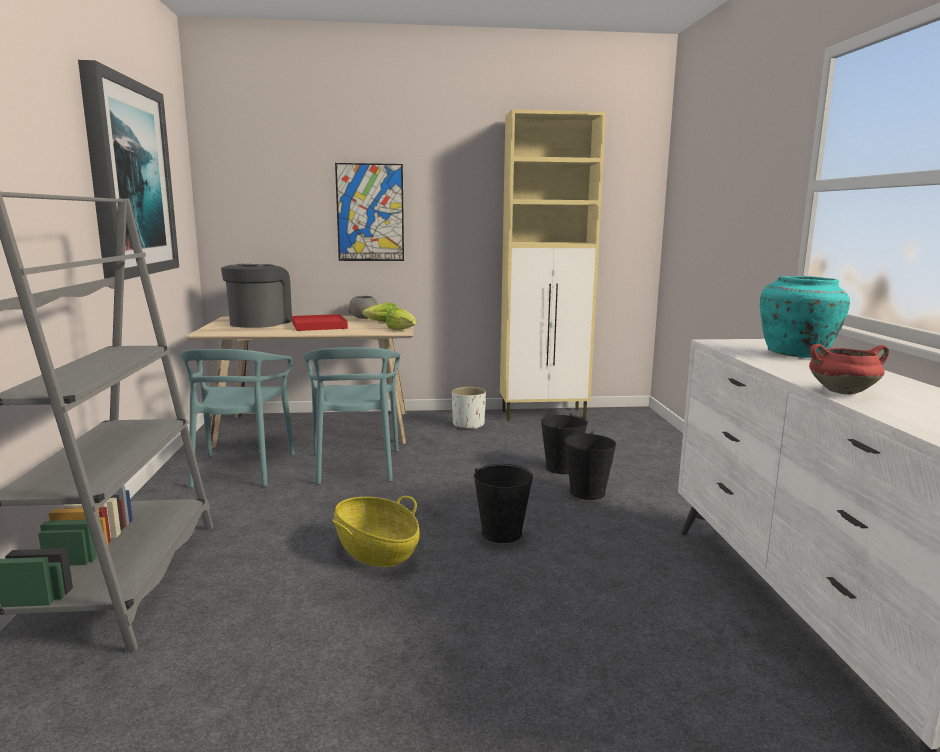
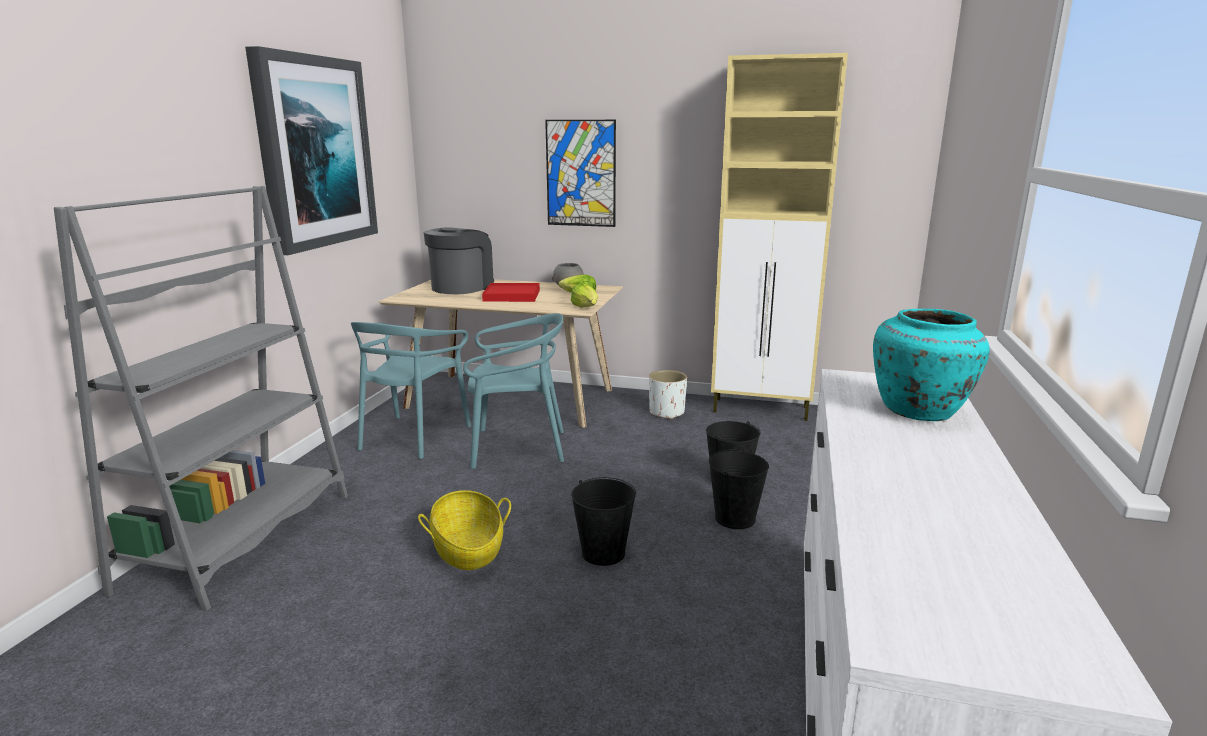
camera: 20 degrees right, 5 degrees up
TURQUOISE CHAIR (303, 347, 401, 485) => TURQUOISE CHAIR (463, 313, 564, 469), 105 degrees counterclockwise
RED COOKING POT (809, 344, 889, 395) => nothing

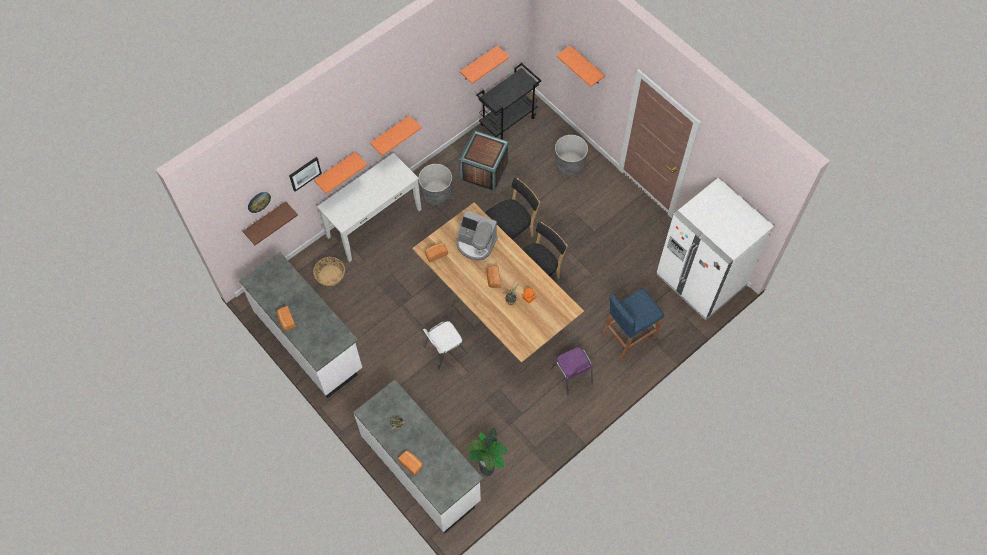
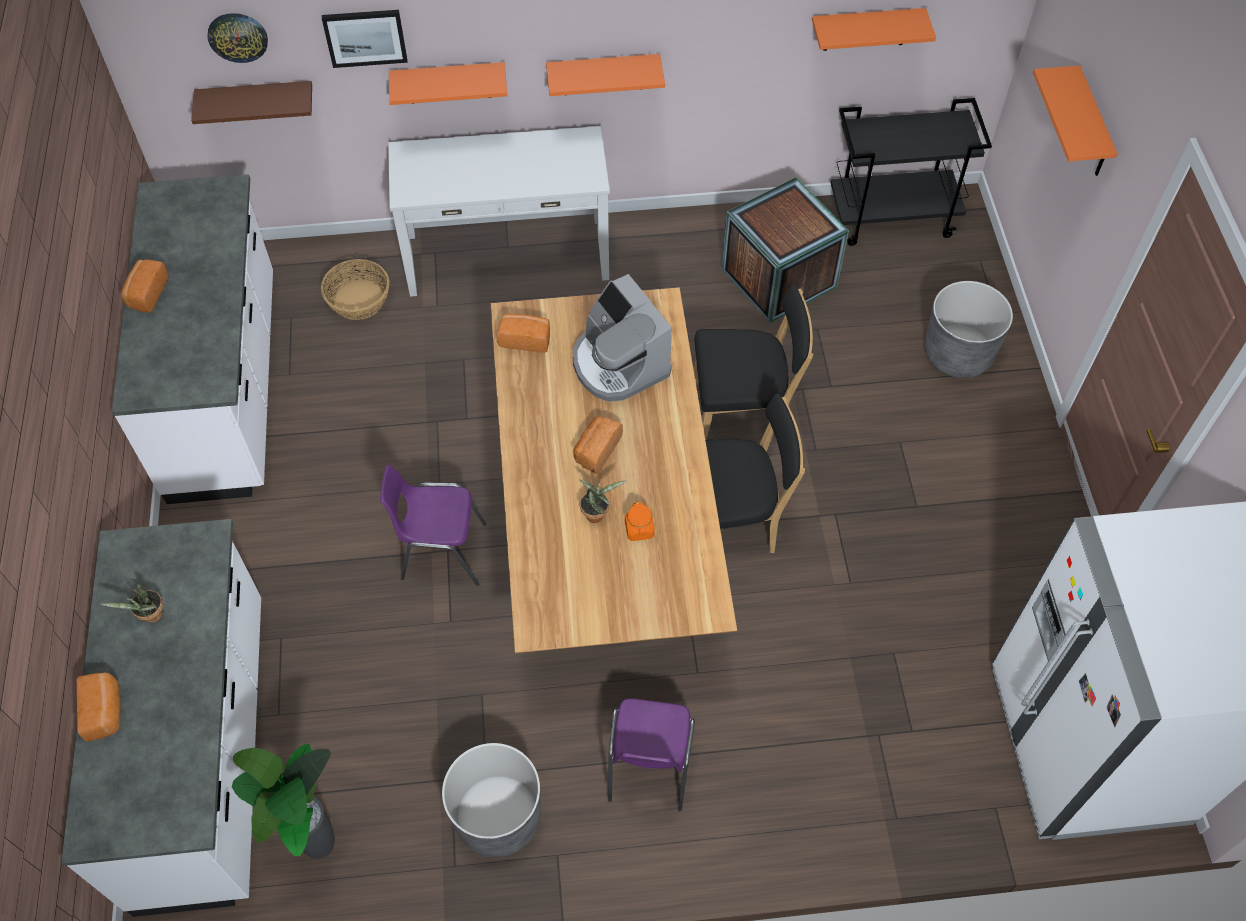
camera: 35 degrees right, 5 degrees down
GREY PLANTER (419, 164, 452, 205) => GREY PLANTER (442, 743, 541, 857), moved
WHITE CHAIR (423, 321, 468, 369) => PURPLE CHAIR (380, 465, 487, 586)
BLUE STOOL (601, 288, 664, 360) => nothing

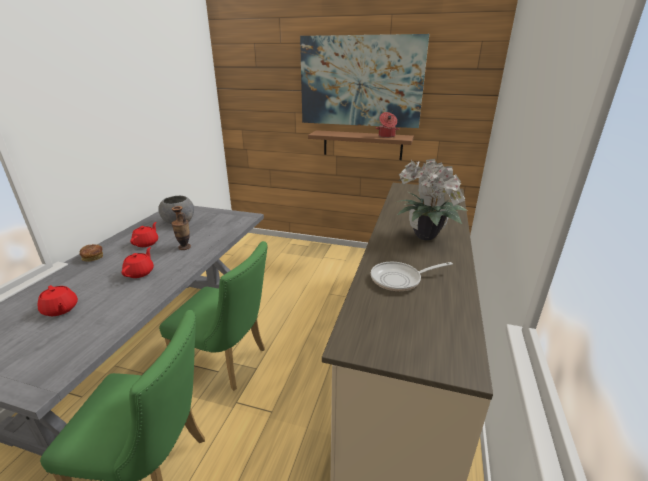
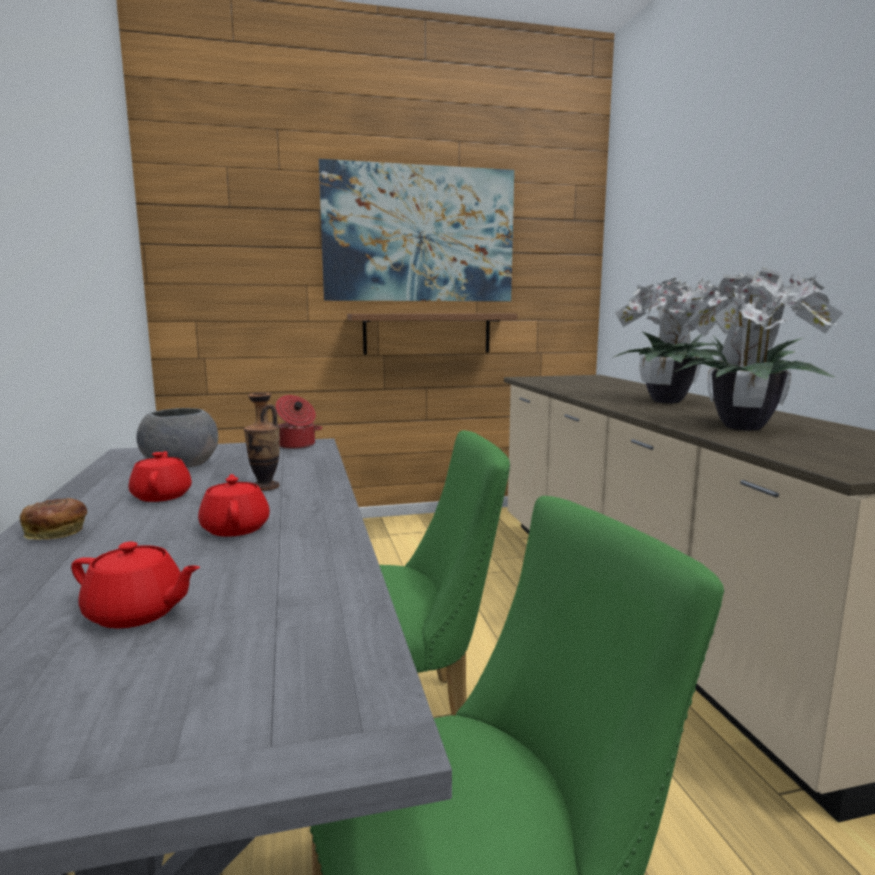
camera: 30 degrees left, 15 degrees down
FRYING PAN (371, 262, 453, 291) => POTTED PLANT (675, 267, 843, 430)
COOKING POT (375, 112, 399, 138) => COOKING POT (275, 395, 322, 449), moved

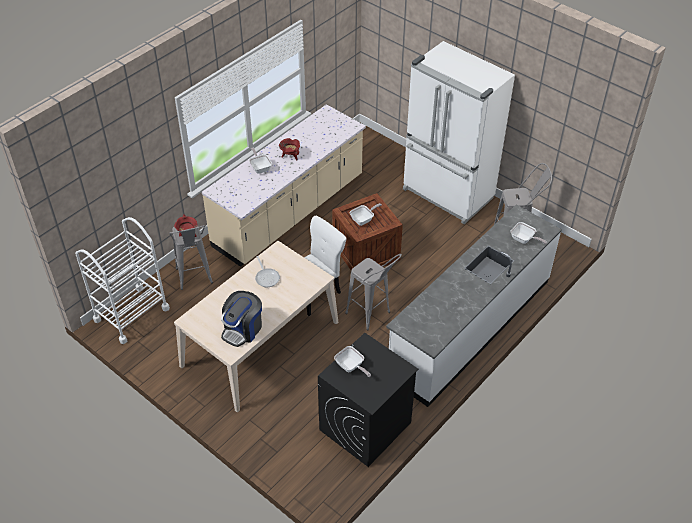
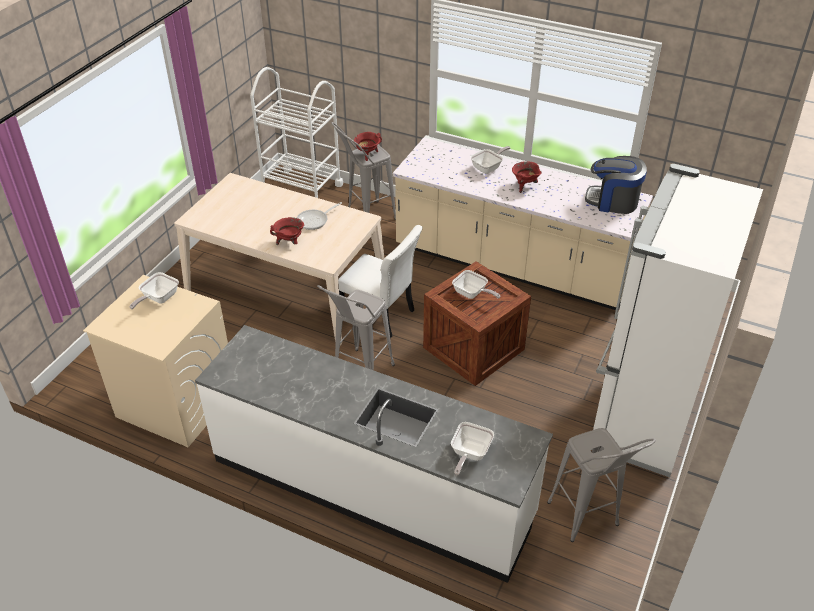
camera: 75 degrees right, 5 degrees down
COFFEE MACHINE (221, 291, 262, 347) => COFFEE MACHINE (585, 156, 647, 214), moved
BLACK WASHING MACHINE (318, 333, 418, 467) => BEIGE WASHING MACHINE (83, 275, 228, 447)
nothing => RED COOKING POT (270, 217, 304, 245)

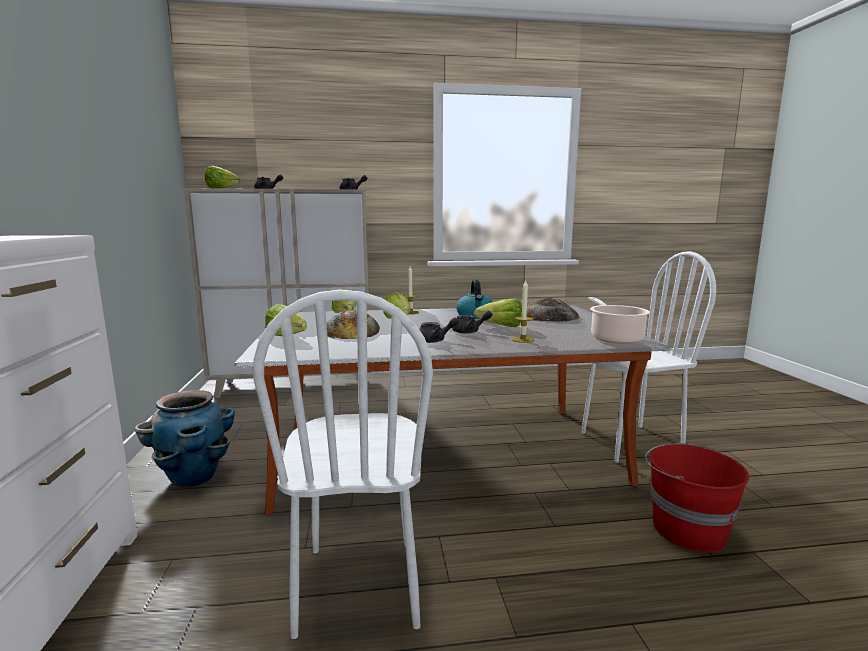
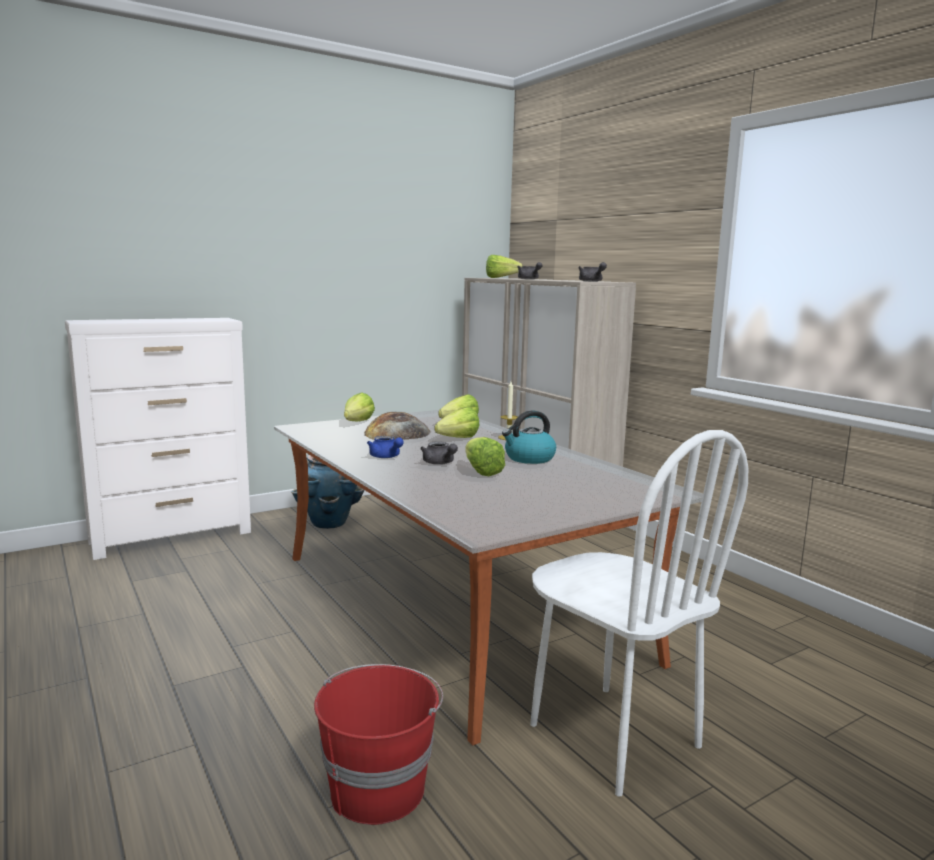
camera: 65 degrees right, 0 degrees up
WHITE CHAIR (253, 290, 433, 639) => nothing
GREY TEAPOT (419, 317, 459, 343) => BLUE TEAPOT (367, 436, 404, 458)
CANDLE (512, 279, 535, 343) => nothing
BREAD (527, 298, 580, 322) => nothing
COOKING POT (588, 297, 650, 344) => nothing

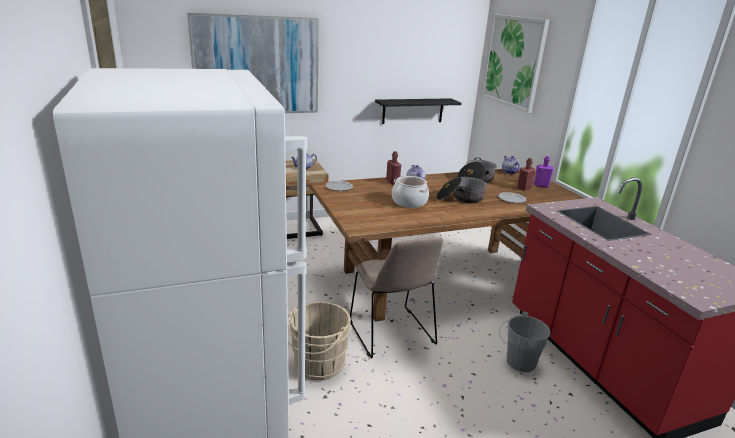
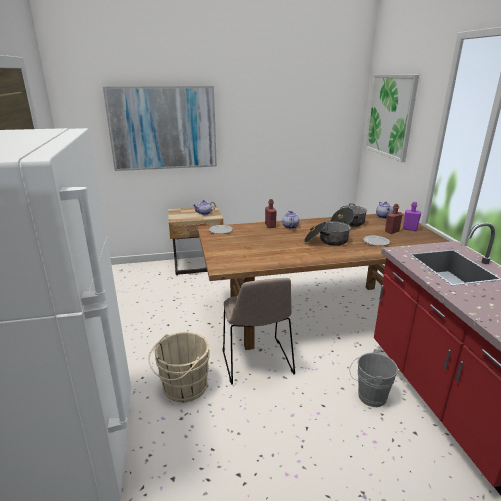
camera: 10 degrees right, 0 degrees up
BLACK SHELF (375, 98, 462, 124) => nothing
COOKING POT (392, 176, 429, 208) => nothing

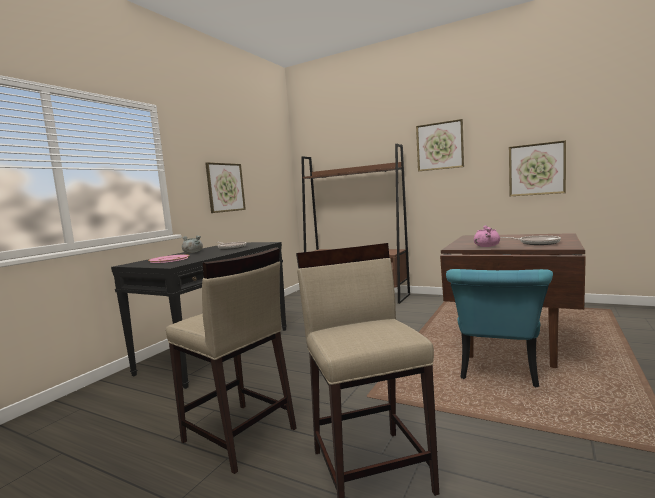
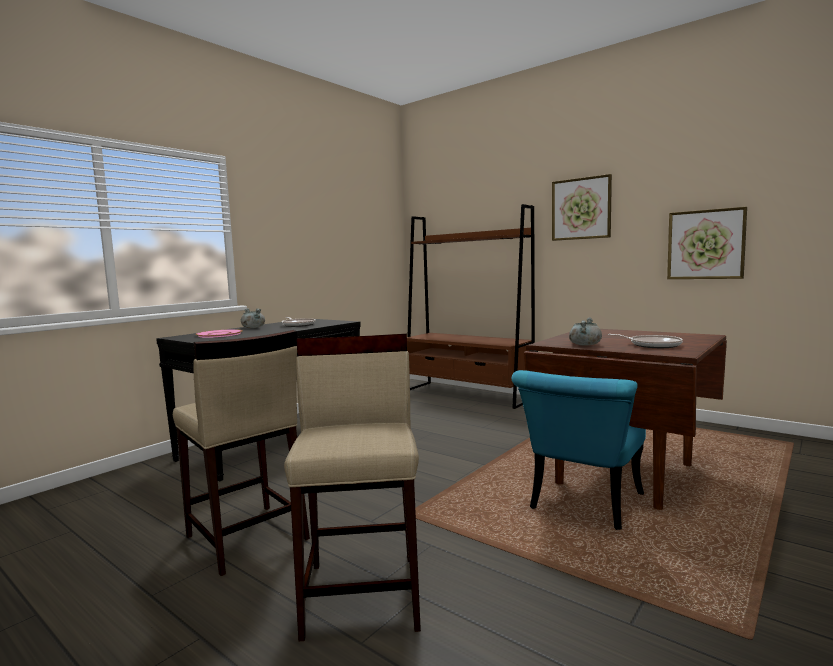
camera: 10 degrees right, 0 degrees up
PICTURE (205, 162, 246, 213) => nothing
PINK COOKING POT (474, 225, 500, 247) => GREY COOKING POT (569, 318, 602, 346)

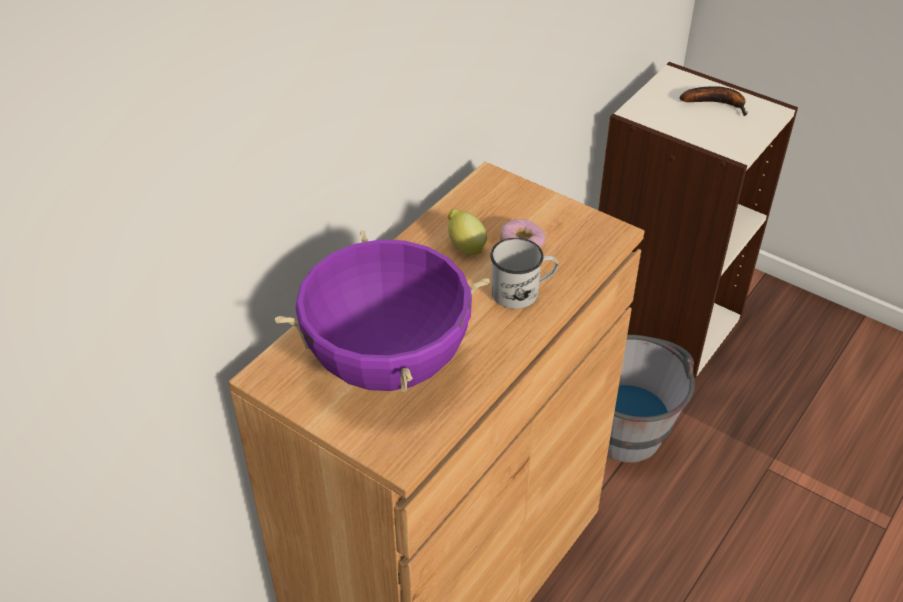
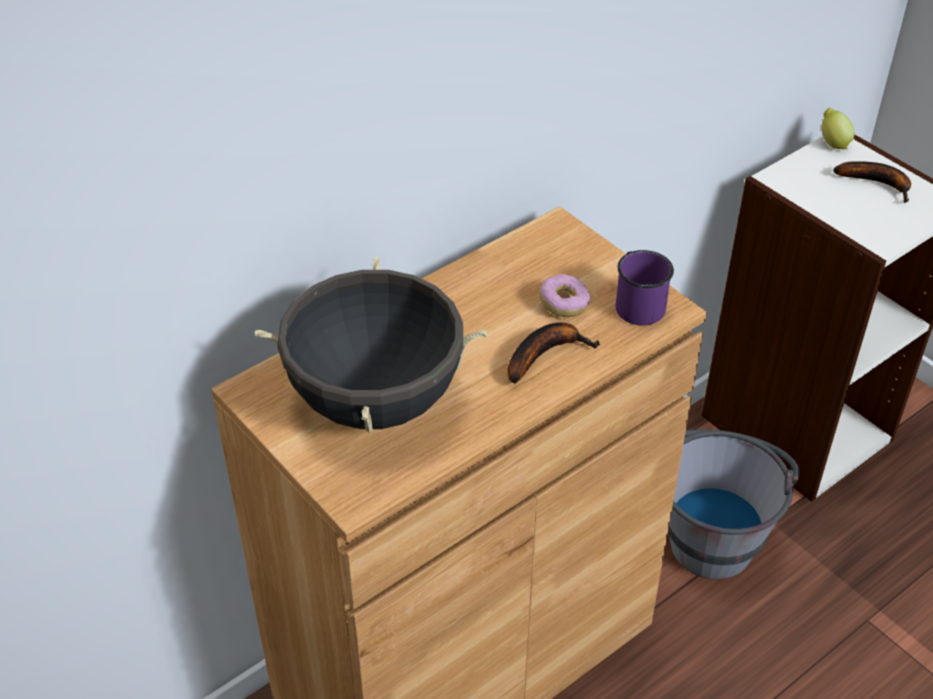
camera: 15 degrees right, 0 degrees up
PURPLE COOKING POT (275, 230, 490, 392) => BLACK COOKING POT (255, 257, 487, 433)
LEMON (448, 208, 487, 255) => LEMON (821, 108, 855, 149), moved
WHITE MUG (490, 238, 558, 309) => BANANA (507, 323, 600, 384)
nothing => PURPLE MUG (616, 250, 674, 325)

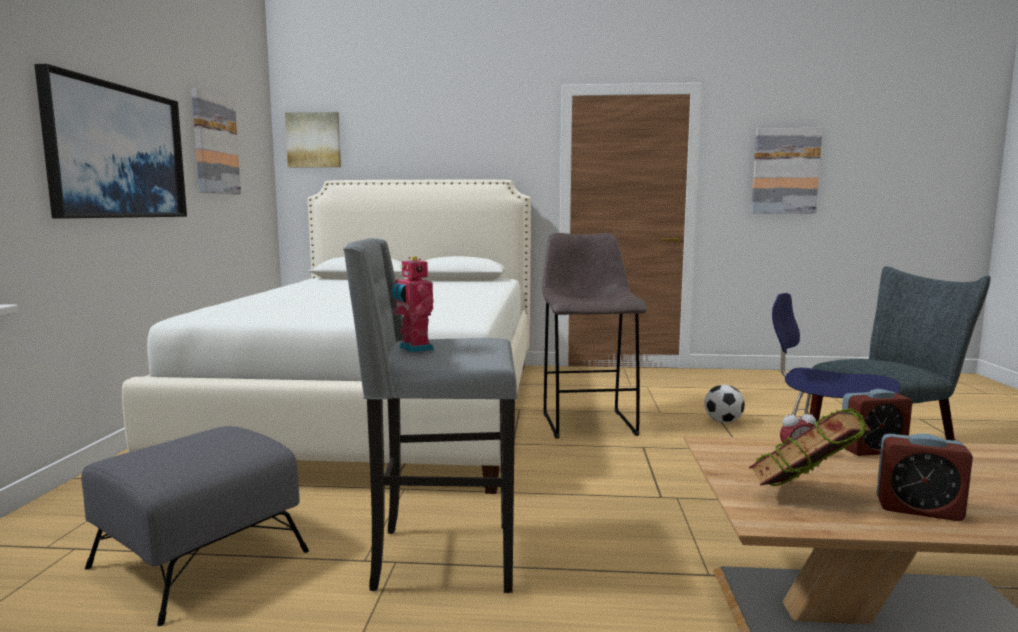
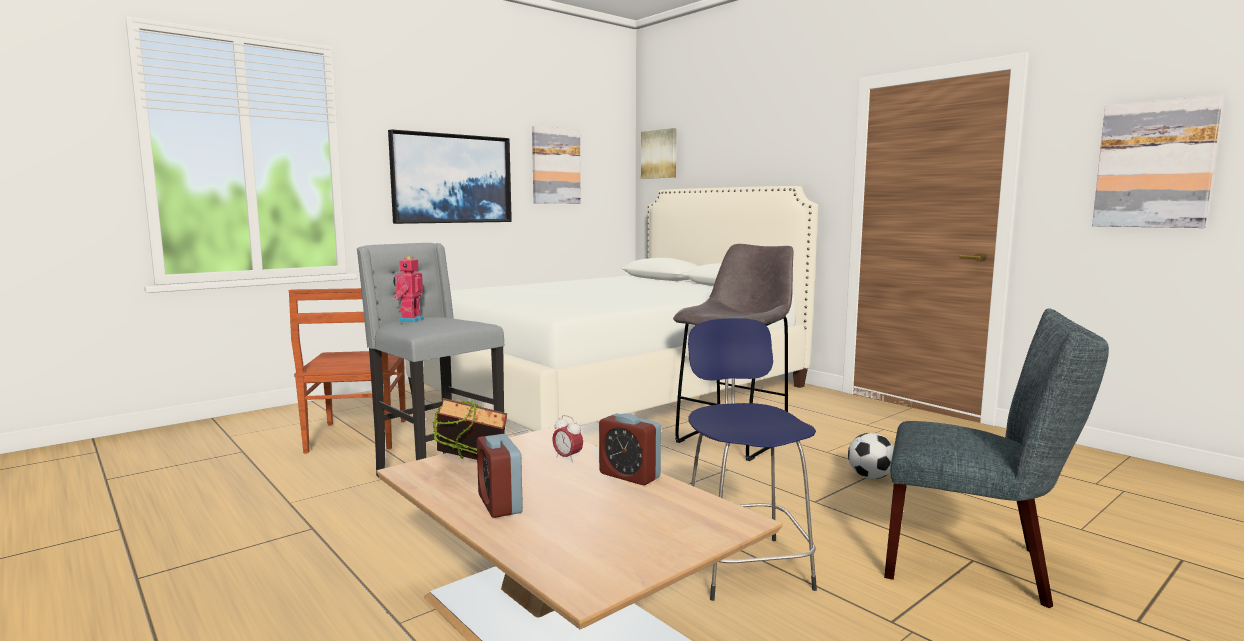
camera: 45 degrees right, 0 degrees up
GREY OTTOMAN (81, 426, 309, 626) => BROWN CHAIR (289, 288, 406, 454)

